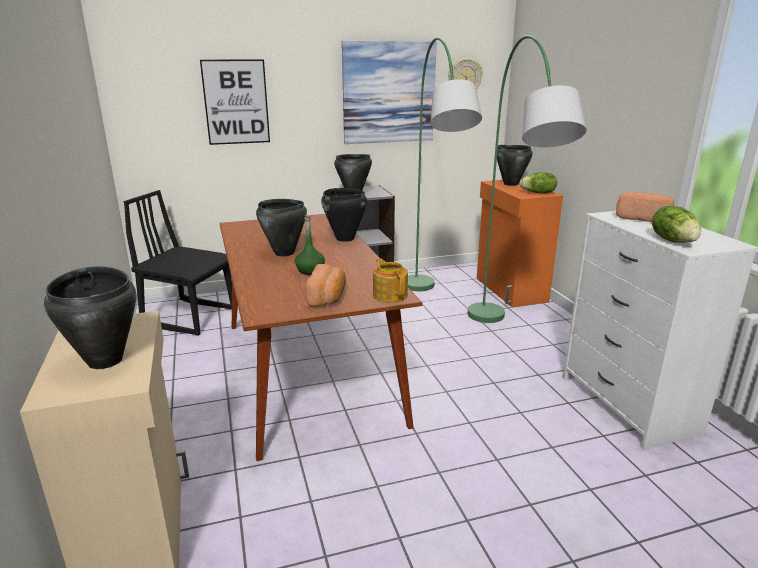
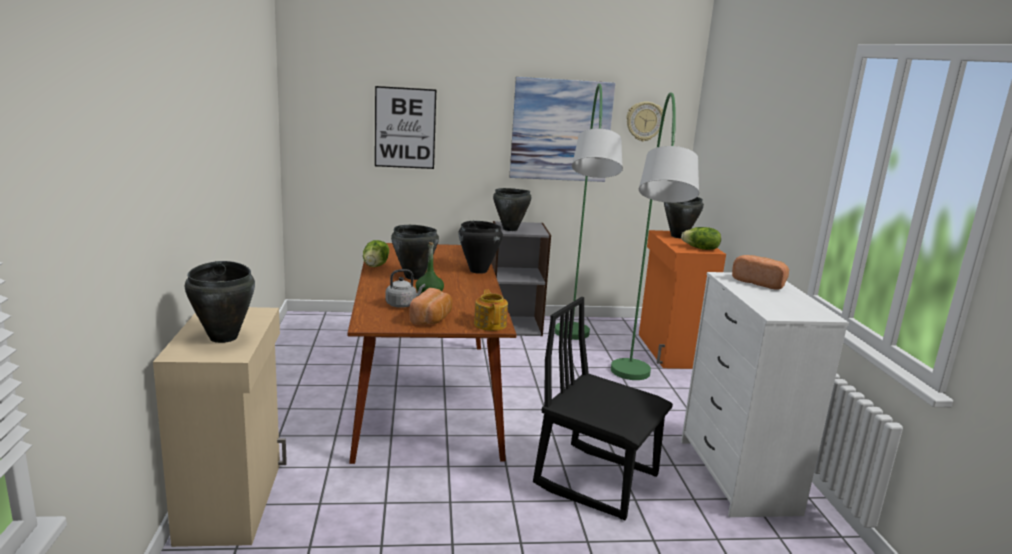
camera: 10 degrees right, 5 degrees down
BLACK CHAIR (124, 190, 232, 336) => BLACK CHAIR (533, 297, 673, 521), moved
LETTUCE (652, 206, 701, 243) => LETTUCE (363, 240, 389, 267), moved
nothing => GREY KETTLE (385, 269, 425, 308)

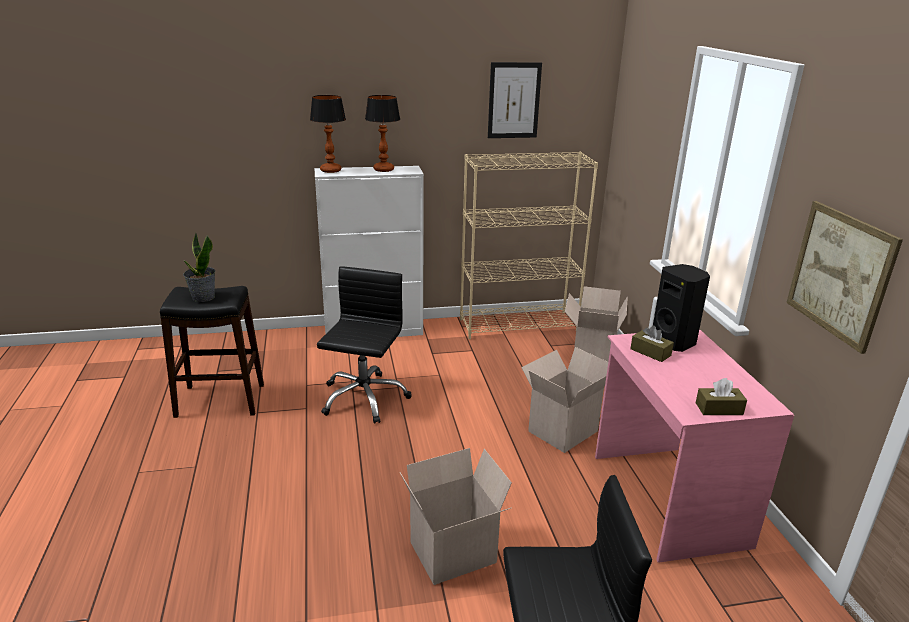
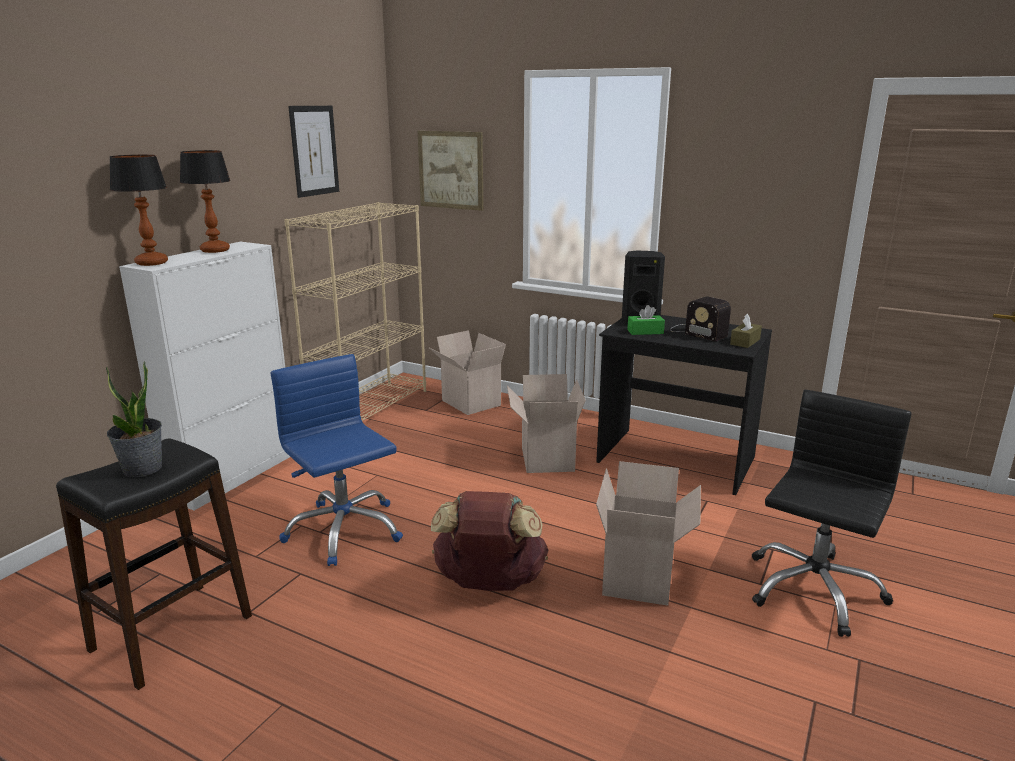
camera: 50 degrees left, 5 degrees down
BLACK OFFICE CHAIR (317, 266, 411, 424) => BLUE OFFICE CHAIR (271, 354, 403, 566)
PINK DESK (595, 329, 794, 563) => BLACK DESK (596, 315, 772, 495)
BROWN TISSUE BOX (630, 326, 674, 362) => GREEN TISSUE BOX (627, 305, 665, 335)
PICTURE (786, 201, 903, 354) => PICTURE (418, 131, 483, 211), moved
nothing => BROWN BACKPACK (431, 491, 549, 591)
nothing => RADIO (670, 297, 731, 341)

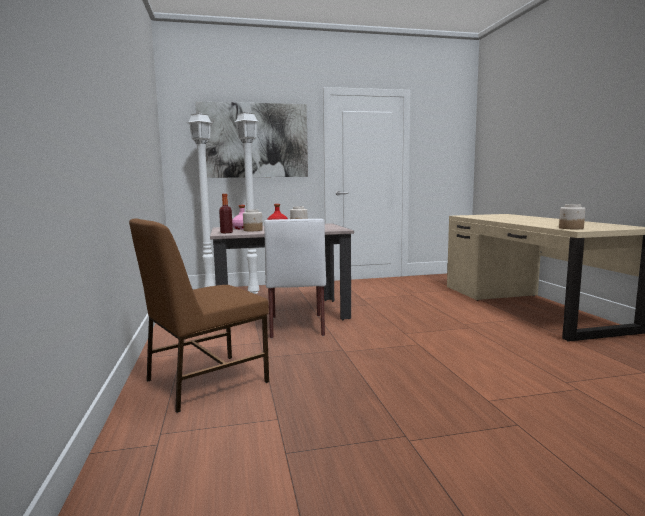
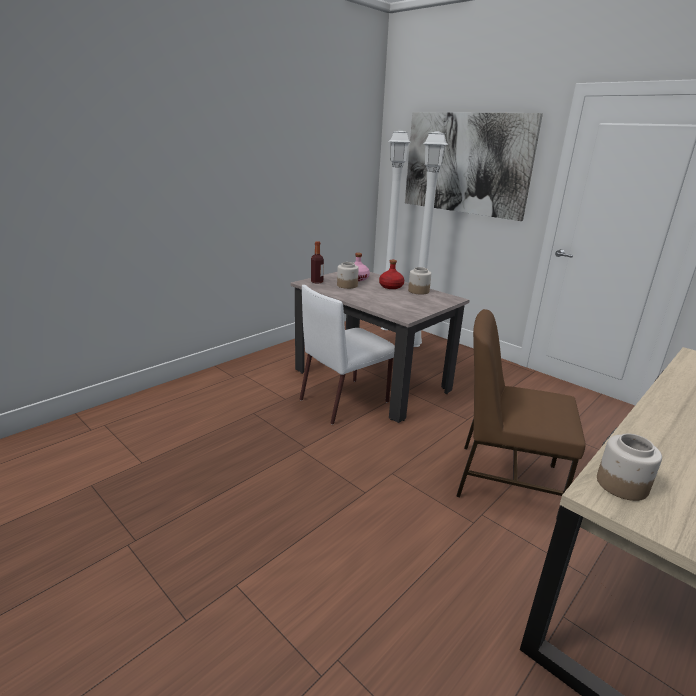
camera: 55 degrees right, 15 degrees up
BROWN CHAIR (129, 218, 269, 413) => BROWN CHAIR (456, 309, 586, 520), moved

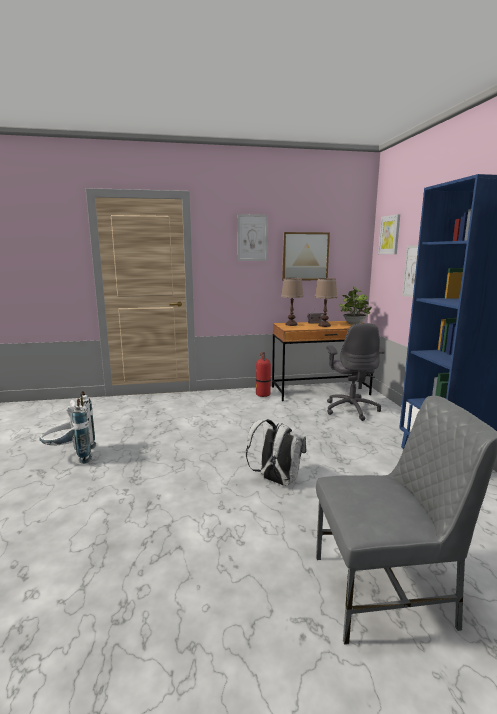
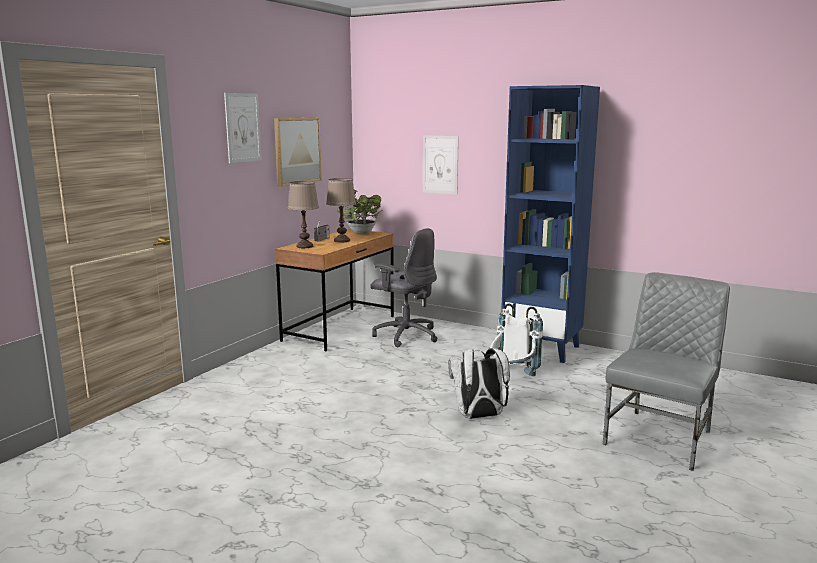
camera: 50 degrees left, 0 degrees up
WHITE BACKPACK (39, 391, 96, 464) => WHITE BACKPACK (490, 303, 543, 376), moved
FIRE EXTINGUISHER (256, 352, 271, 397) => nothing
PICTURE (378, 214, 400, 254) => nothing

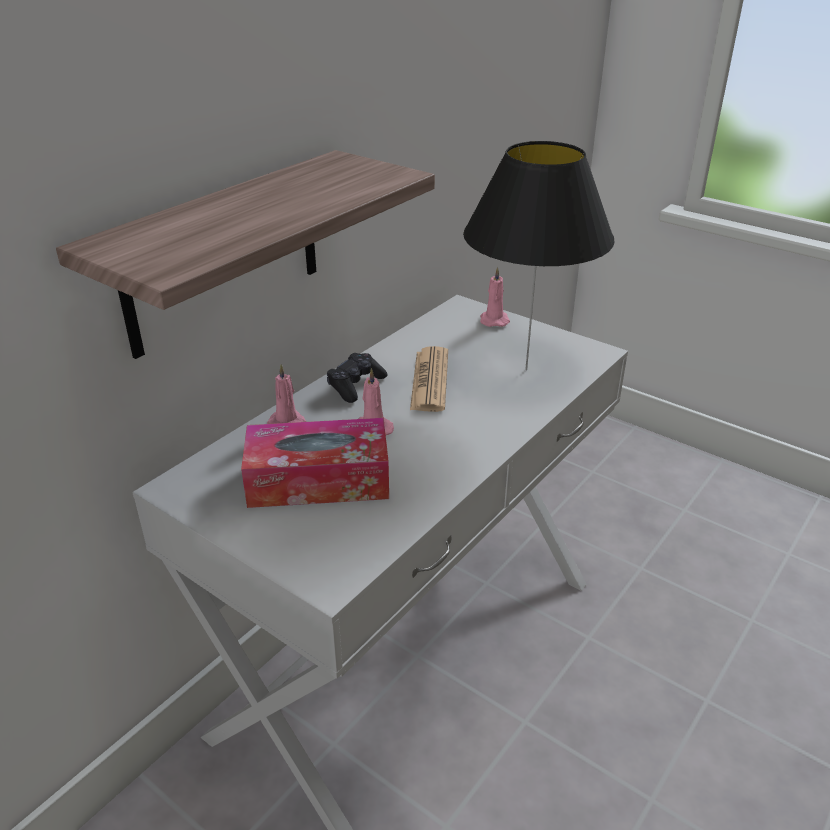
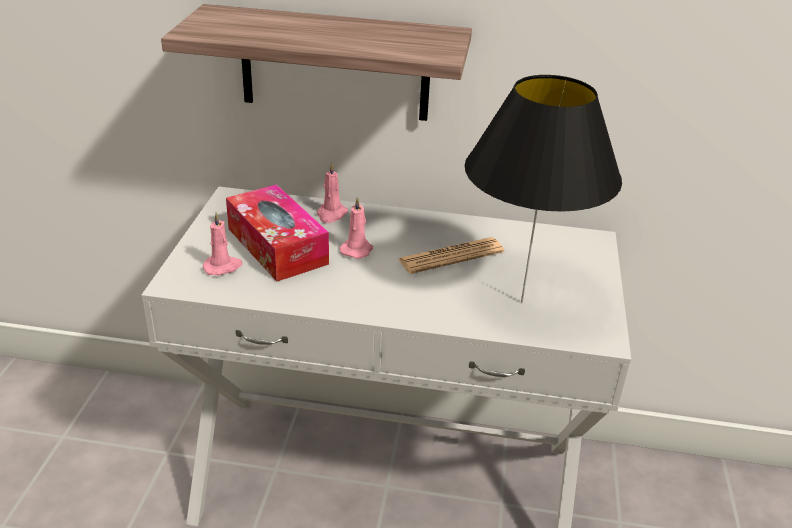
camera: 60 degrees right, 0 degrees up
BLACK GAME CONTROLLER (327, 353, 387, 403) => nothing
PINK CANDLE (480, 267, 510, 327) => PINK CANDLE (203, 212, 242, 275), moved

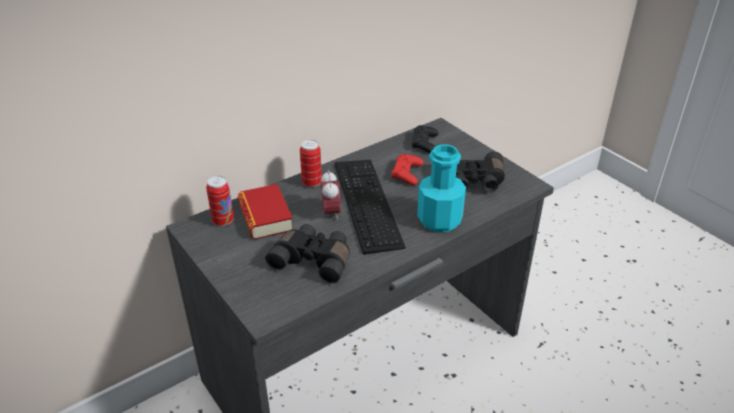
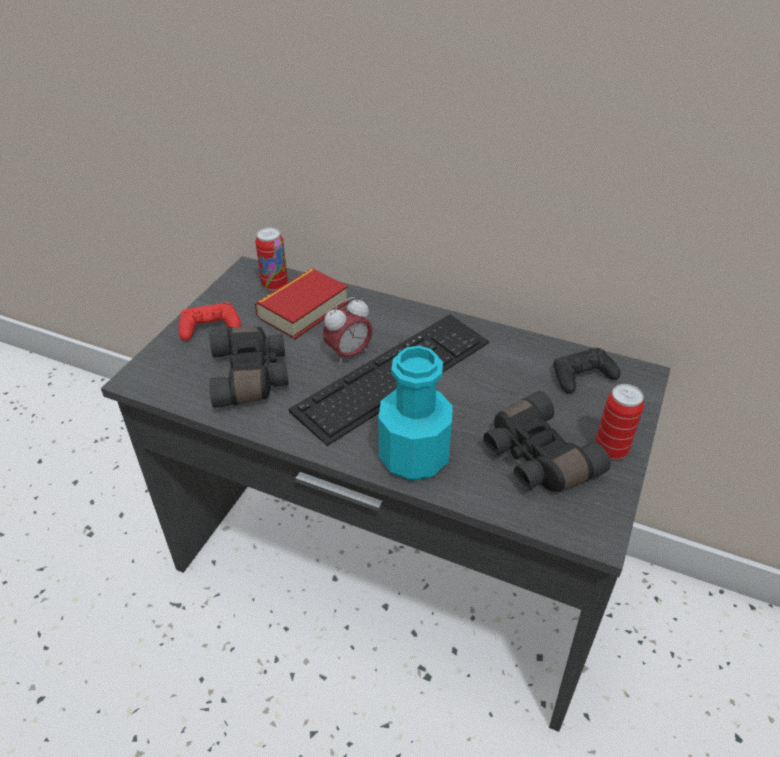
camera: 60 degrees right, 5 degrees up
CAN (300, 140, 322, 187) => CAN (595, 384, 644, 459), moved
RED GAME CONTROLLER (391, 154, 424, 185) => RED GAME CONTROLLER (179, 302, 241, 341), moved

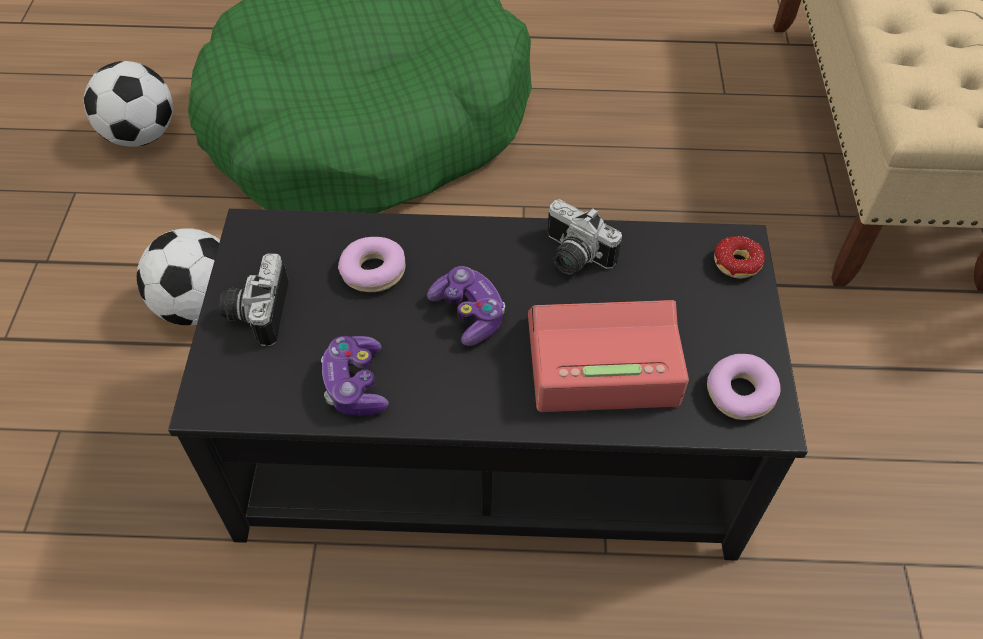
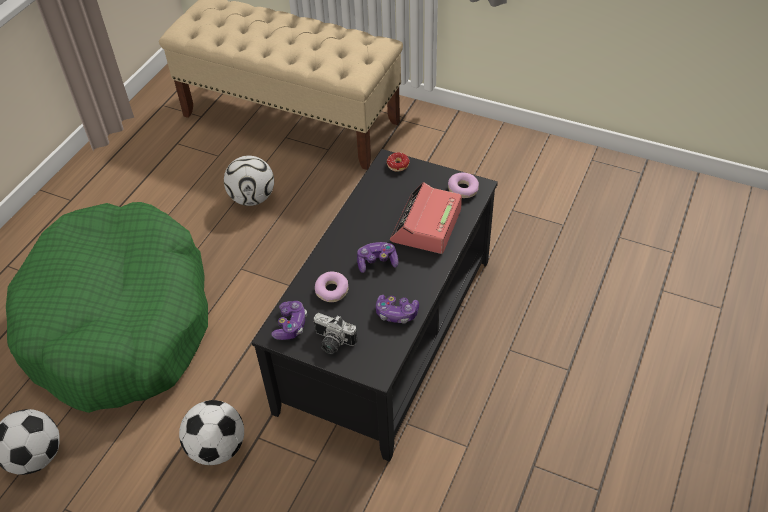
camera: 65 degrees left, 5 degrees down
PHOTO CAMERA (547, 199, 622, 275) => nothing
nothing => FOOTBALL (224, 156, 274, 206)
nothing => GAME CONTROLLER (271, 301, 307, 340)

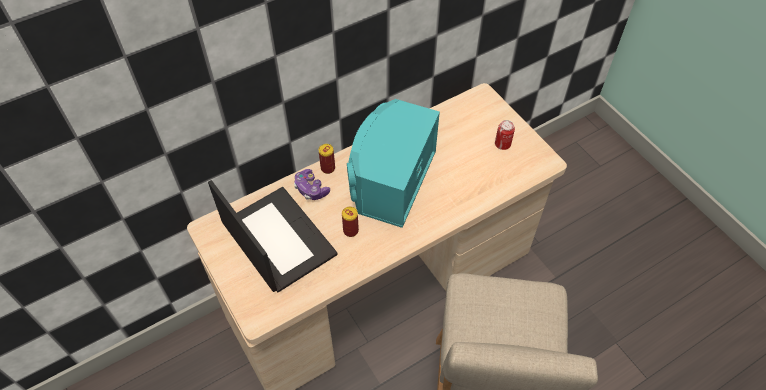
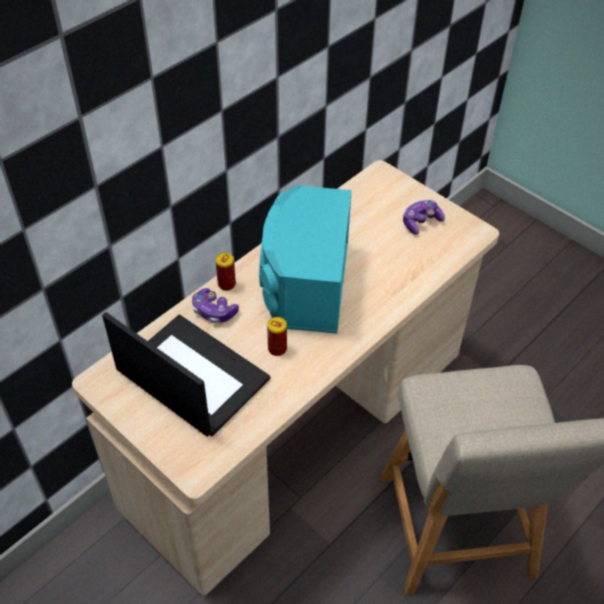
camera: 15 degrees left, 5 degrees down
CAN (495, 120, 515, 150) => GAME CONTROLLER (403, 200, 445, 235)

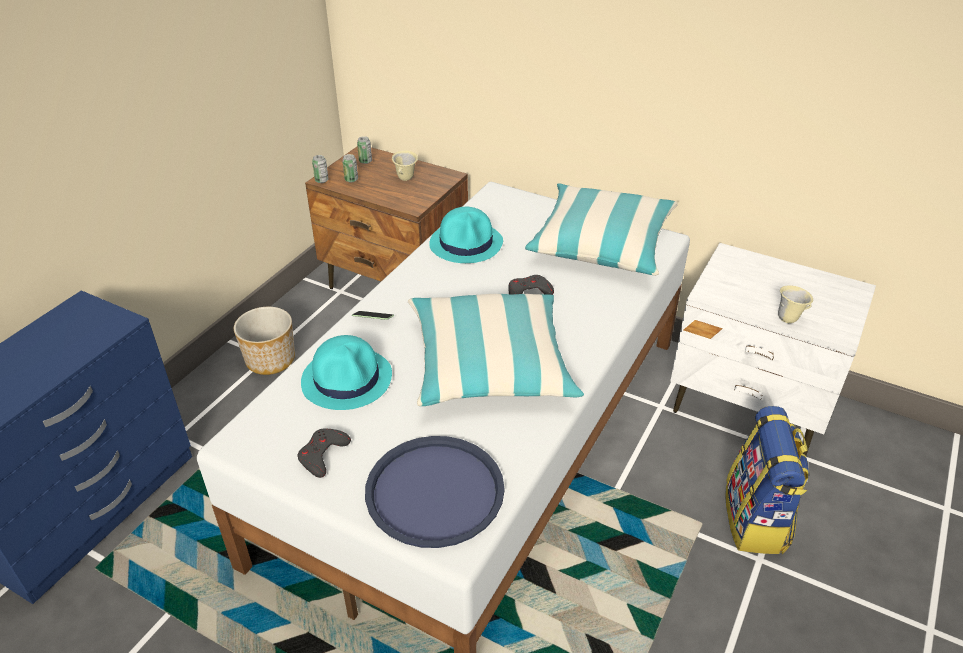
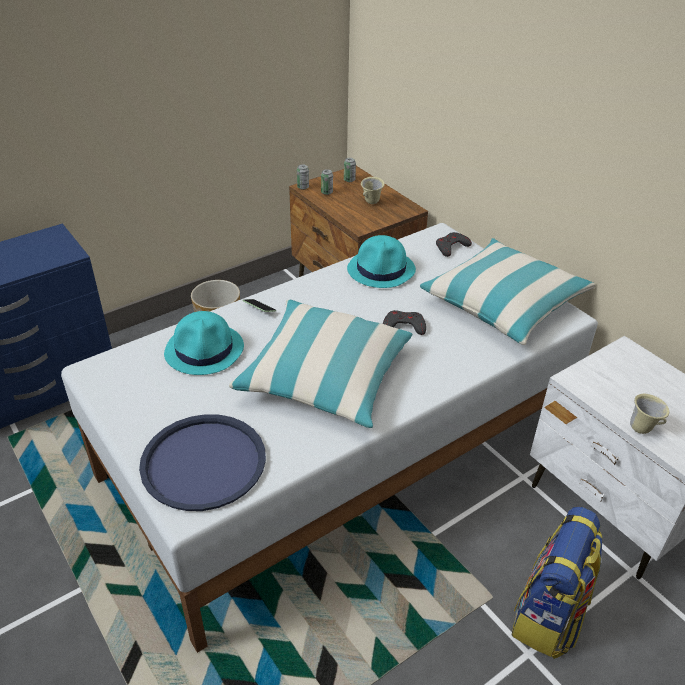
camera: 25 degrees right, 0 degrees up
GREY GAME CONTROLLER (297, 428, 351, 478) => GREY GAME CONTROLLER (436, 232, 472, 257), moved

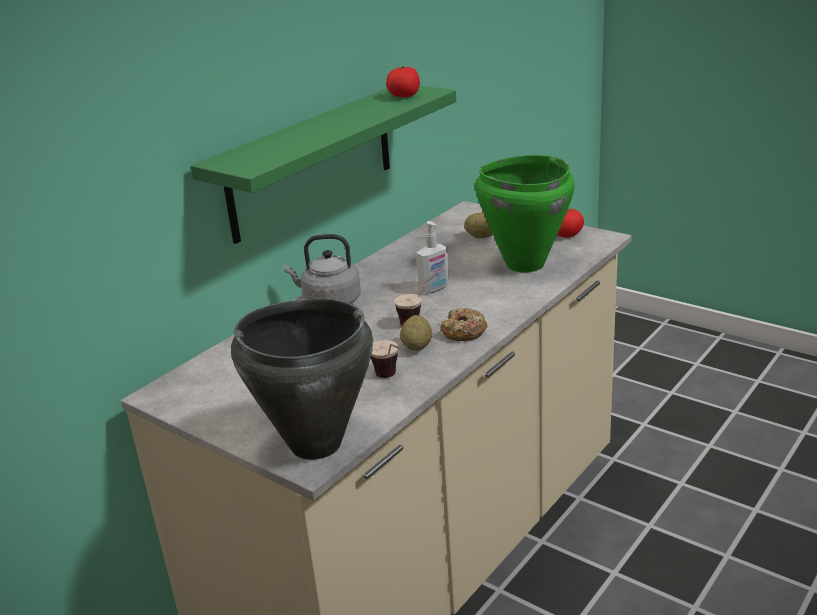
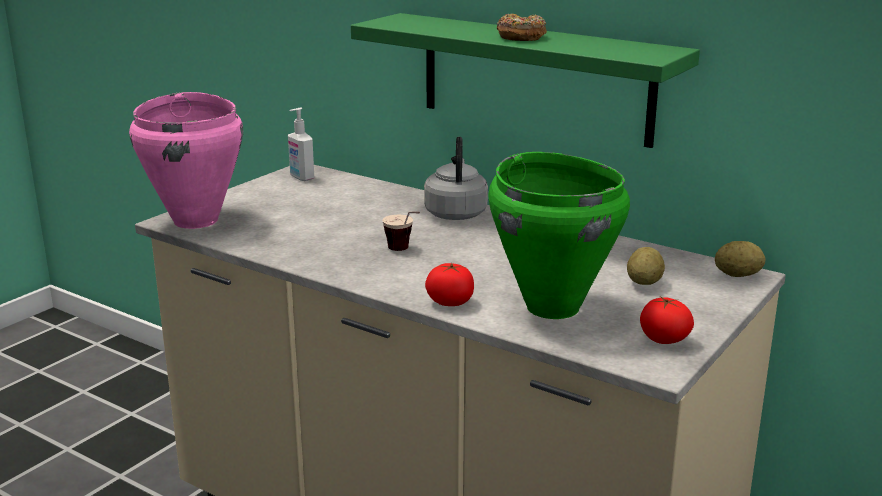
camera: 85 degrees right, 5 degrees down
BLACK COOKING POT (231, 299, 373, 460) => PINK COOKING POT (129, 92, 243, 229)
CUP (371, 340, 399, 378) => nothing
TOMATO (386, 66, 420, 97) => TOMATO (425, 263, 474, 306), moved
POTATO (400, 315, 432, 351) => POTATO (715, 241, 765, 277), moved
SOAP DISPENSER (416, 221, 449, 294) => SOAP DISPENSER (288, 108, 314, 181), moved
DONUT (441, 308, 488, 341) => DONUT (497, 13, 547, 41), moved

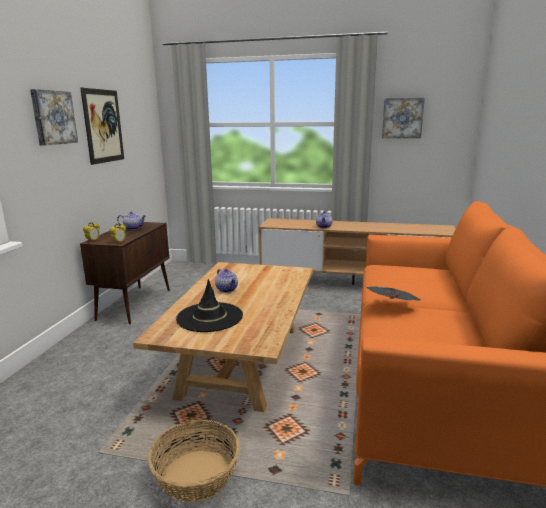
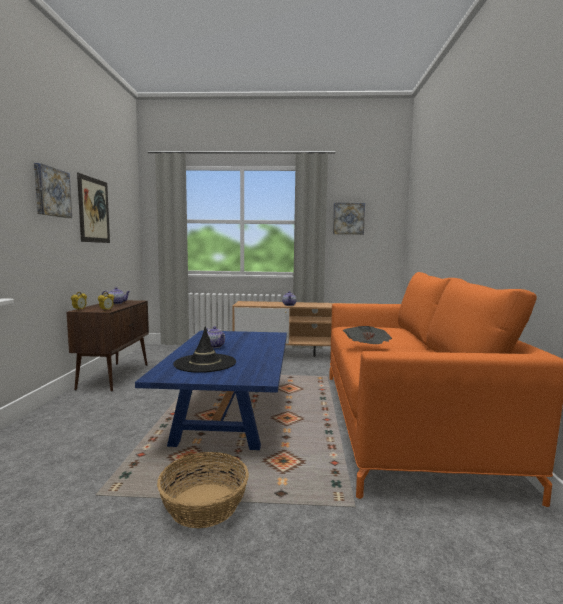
camera: 10 degrees left, 10 degrees down
BEIGE COFFEE TABLE (133, 262, 313, 412) => BLUE COFFEE TABLE (135, 331, 287, 450)

